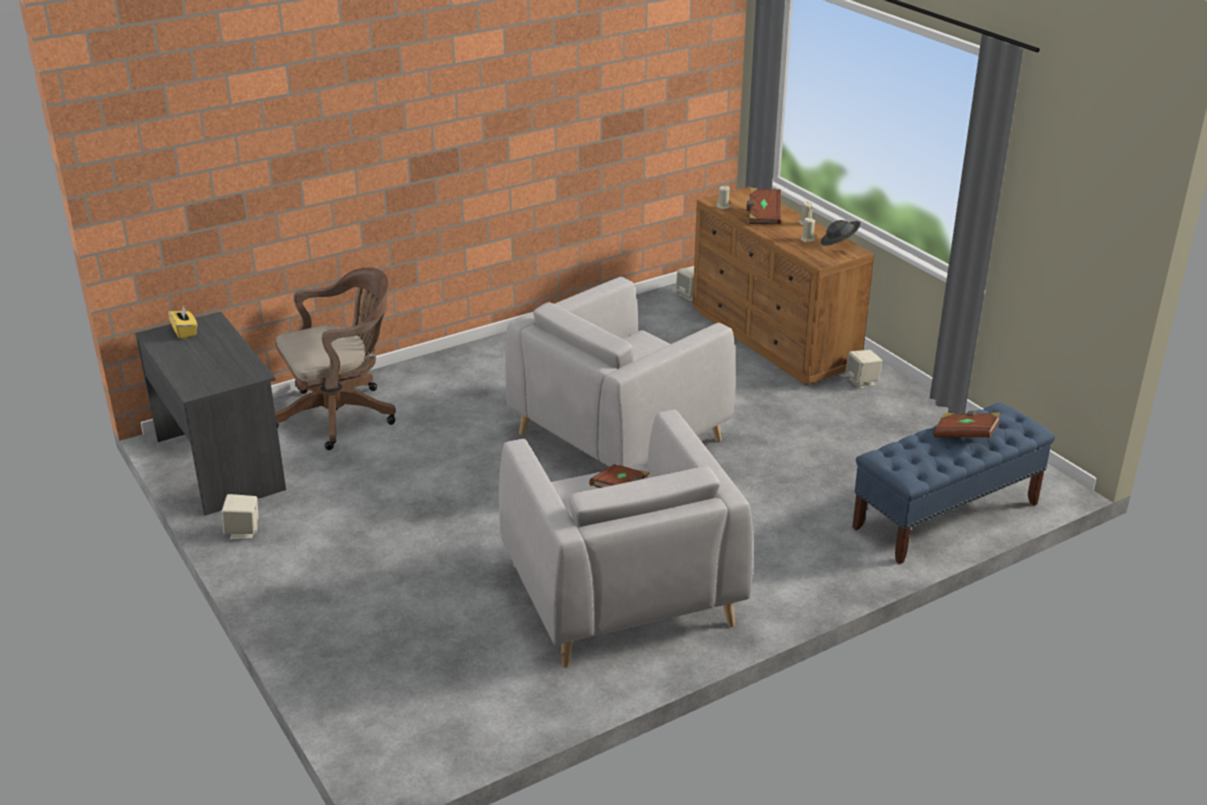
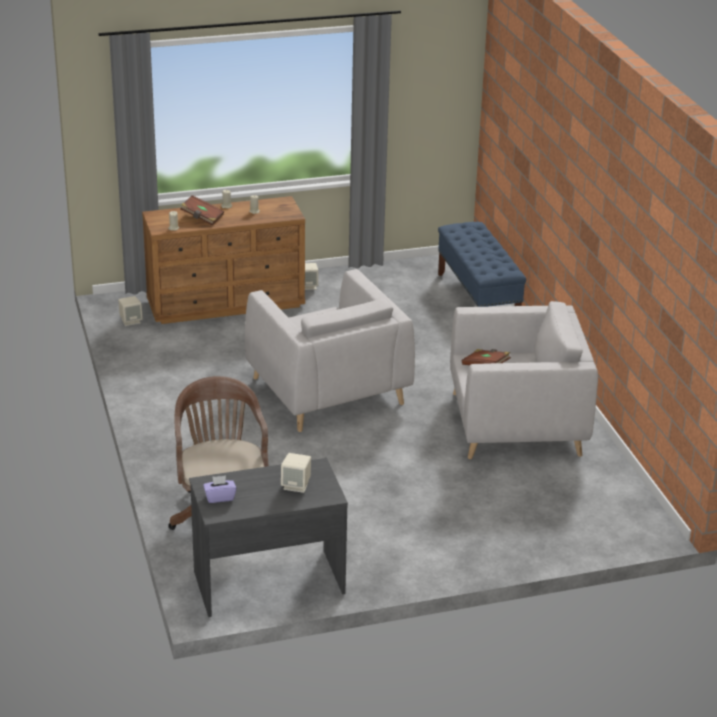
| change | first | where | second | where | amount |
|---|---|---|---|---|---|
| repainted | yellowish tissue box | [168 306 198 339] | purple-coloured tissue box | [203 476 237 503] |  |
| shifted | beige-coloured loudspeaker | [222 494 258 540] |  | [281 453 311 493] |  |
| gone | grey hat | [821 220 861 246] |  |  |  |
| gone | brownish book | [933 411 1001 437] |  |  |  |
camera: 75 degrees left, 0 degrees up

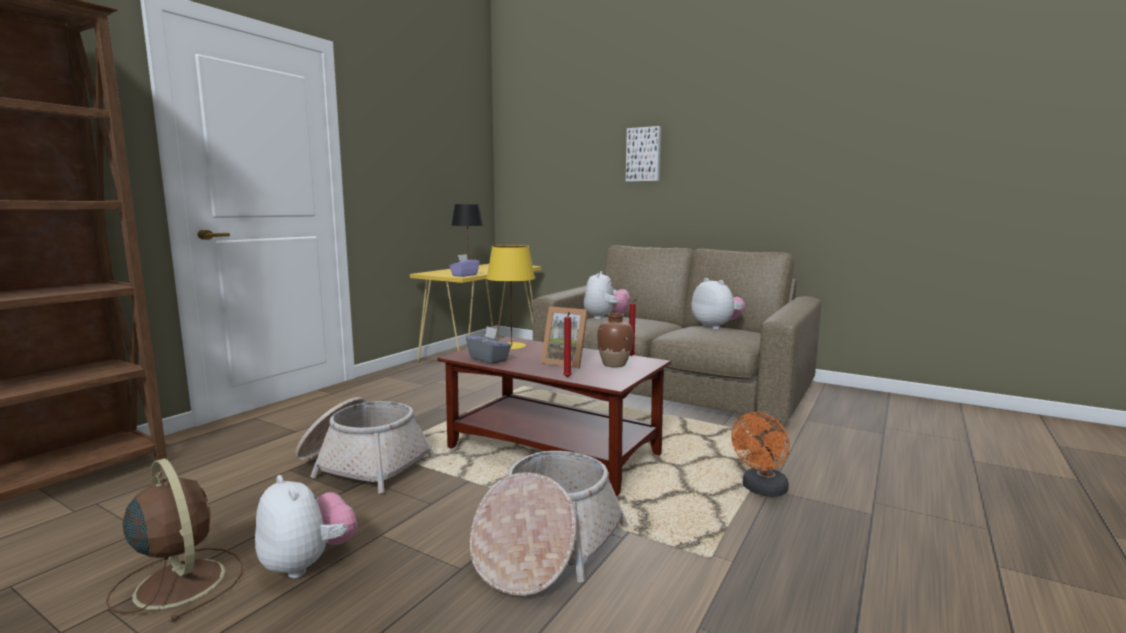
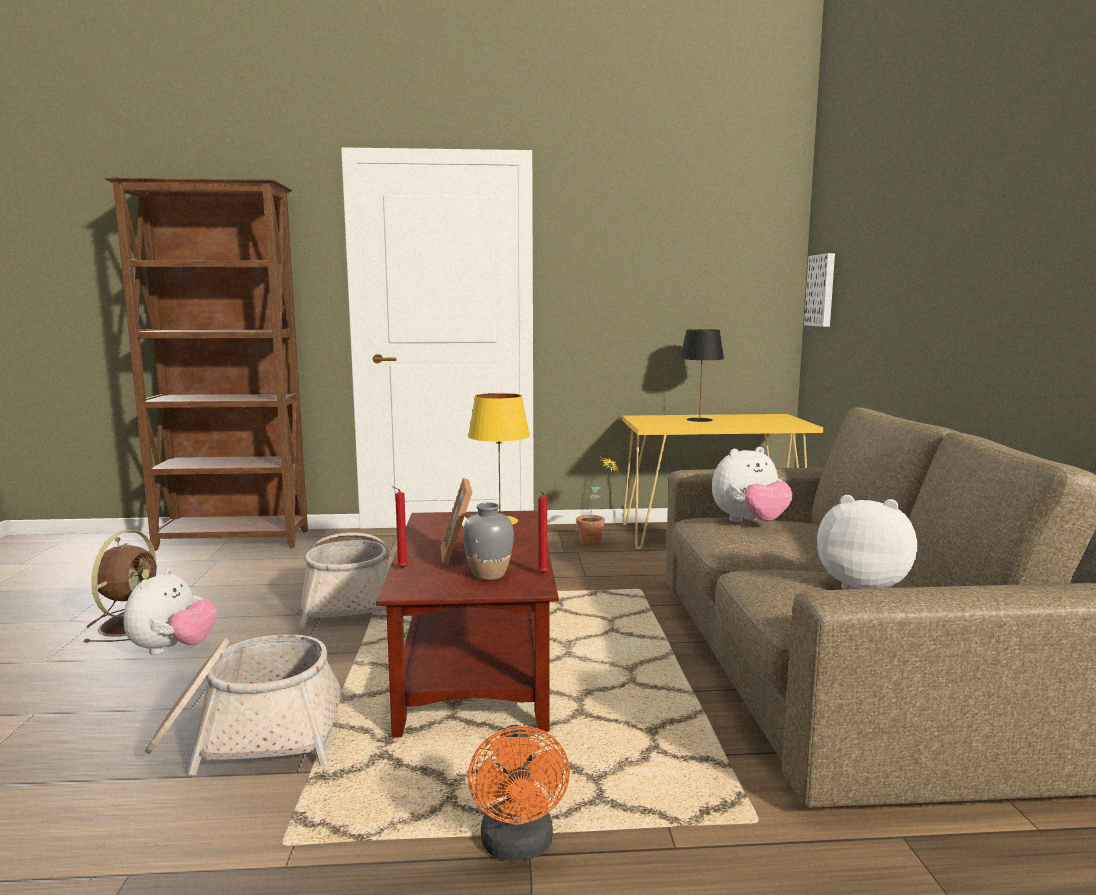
| change | first | where | second | where | amount |
|---|---|---|---|---|---|
| repainted | brownish flower vase | [597 313 633 367] | grey flower vase | [463 503 514 580] |  |
| rotated | orange-coloured fan | [731 412 790 497] |  | [468 724 570 861] | 105 degrees counterclockwise |
| new |  |  | potted plant | [576 457 621 546] |  |
| shifted | wall picture | [626 126 661 182] |  | [804 253 835 327] |  |
| rotated | plush toy | [692 278 745 330] |  | [817 495 917 590] | 90 degrees counterclockwise |
| gone | purple-coloured tissue box | [449 254 479 277] |  |  |  |
| gone | grey tissue box | [466 326 511 364] |  |  |  |
camera: 55 degrees right, 0 degrees up

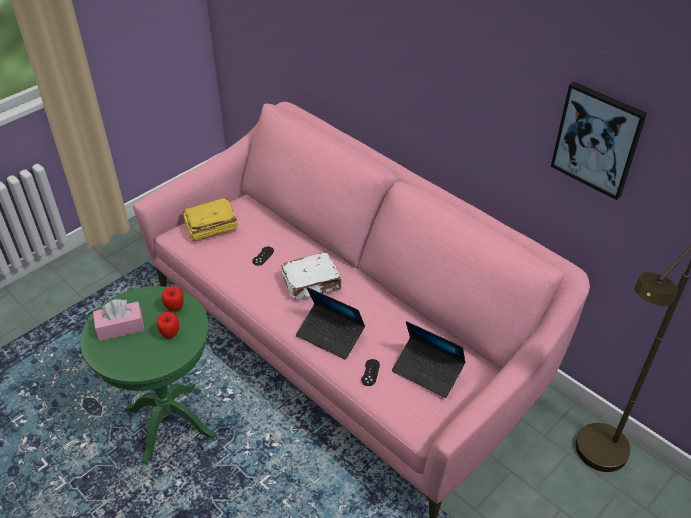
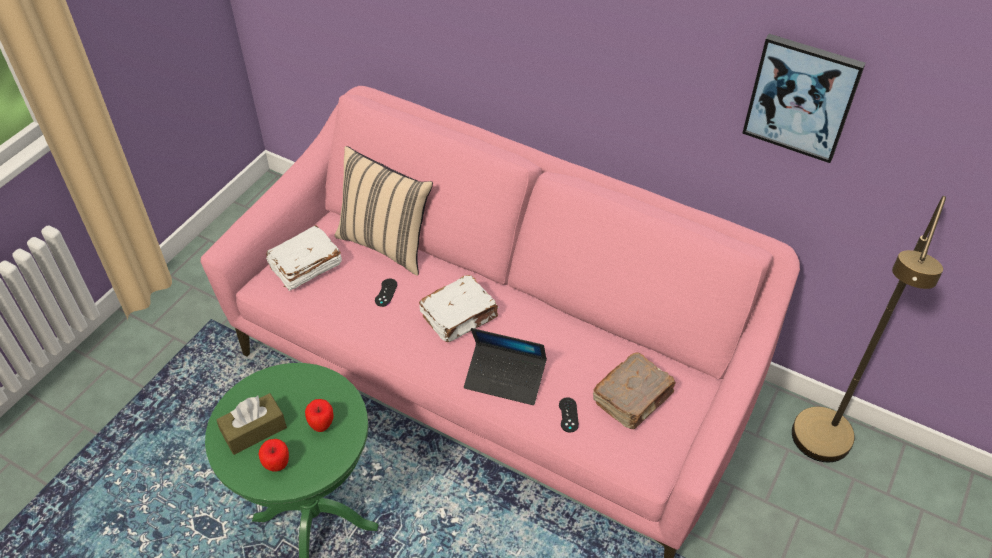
| change | first | where | second | where | amount |
|---|---|---|---|---|---|
| repainted | pinkish tissue box | [93 299 145 341] | brownish tissue box | [216 393 287 455] |  |
| shifted | apple fruit | [162 286 184 312] |  | [258 439 289 471] |  |
| repainted | yellowish book | [183 198 238 242] | white-coloured book | [266 225 342 291] |  |
| new |  |  | beige-coloured throw pillow | [334 146 433 276] |  |
| swapped | portable computer | [392 321 466 398] | brownish book | [593 353 676 429] |  |
camera: 15 degrees left, 5 degrees up

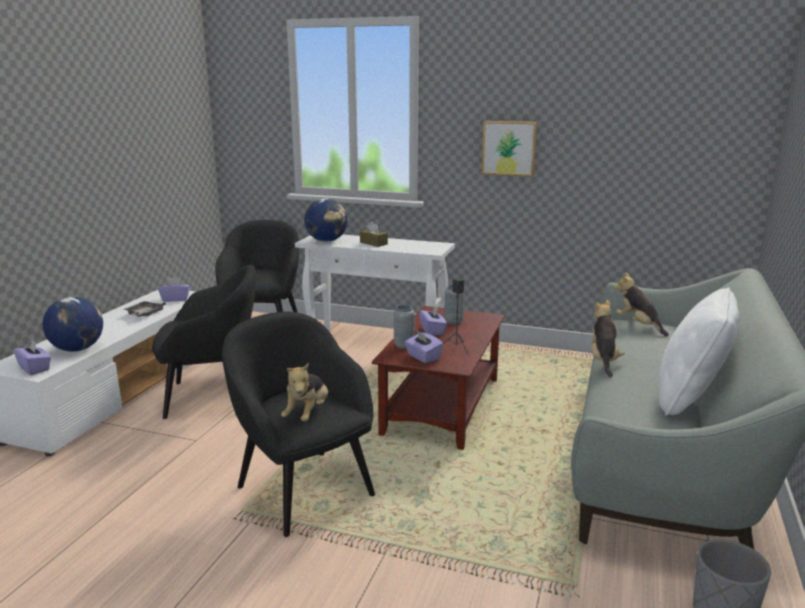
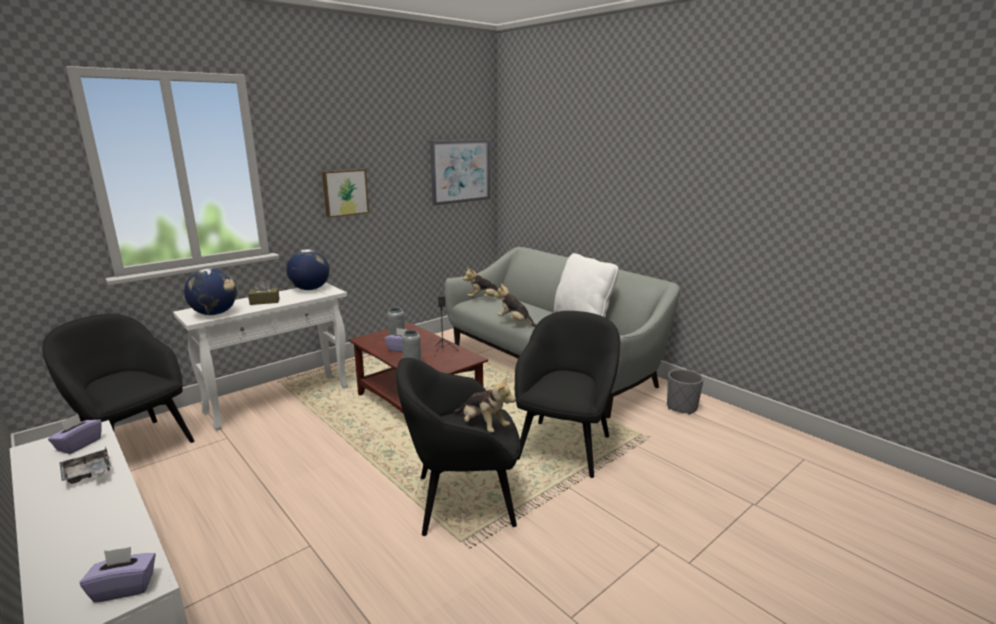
| change | first | where | second | where | amount |
|---|---|---|---|---|---|
| shifted | desk globe | [42 297 103 352] |  | [286 249 330 290] |  |
| new |  |  | wall picture | [430 139 490 206] |  |
| shifted | black-coloured easy chair | [152 265 256 419] |  | [515 311 620 478] |  |
| gone | purple-coloured tissue box | [405 330 443 363] |  |  |  |
camera: 60 degrees left, 0 degrees up

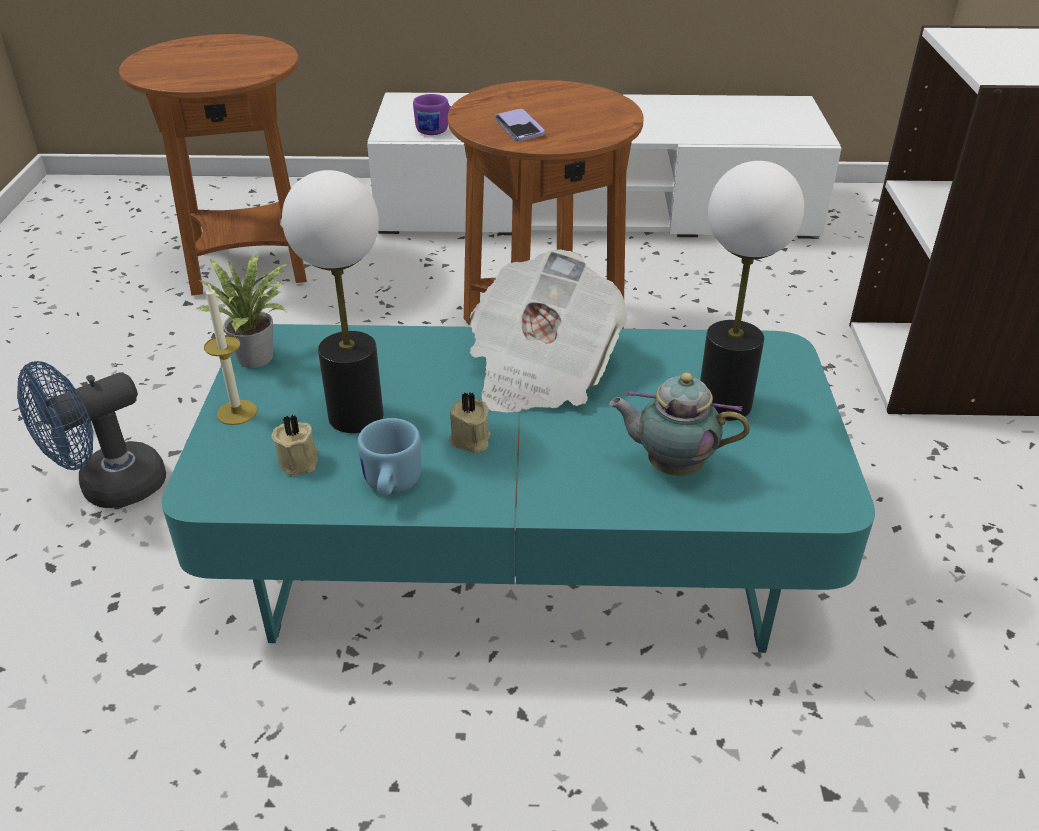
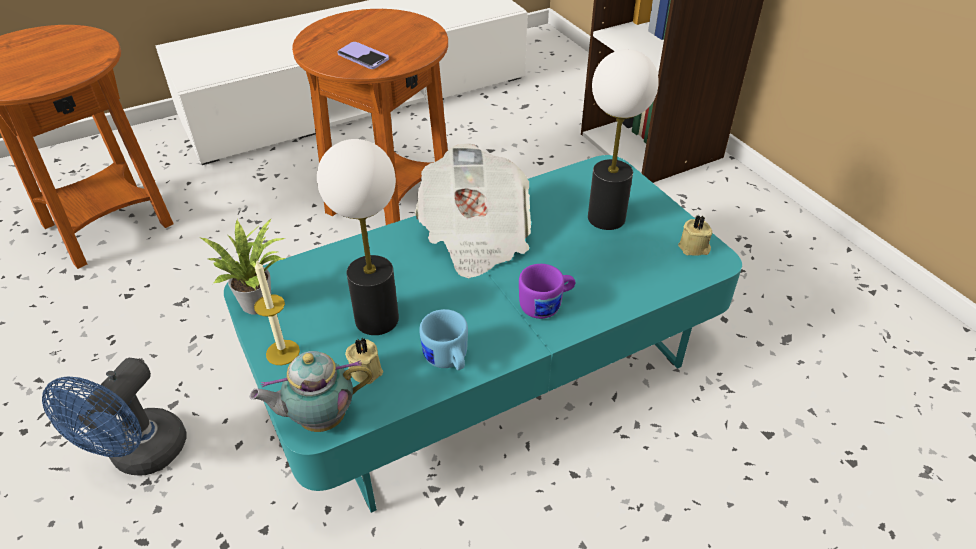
| change | first | where | second | where | amount |
|---|---|---|---|---|---|
| shifted | teapot | [609 373 750 476] |  | [250 351 373 432] |  |
| shifted | purple-coloured tea mug | [413 94 451 135] |  | [519 264 575 319] |  |
| shifted | beige-coloured wax light | [449 392 491 453] |  | [678 215 712 256] |  |
camera: 30 degrees left, 5 degrees up

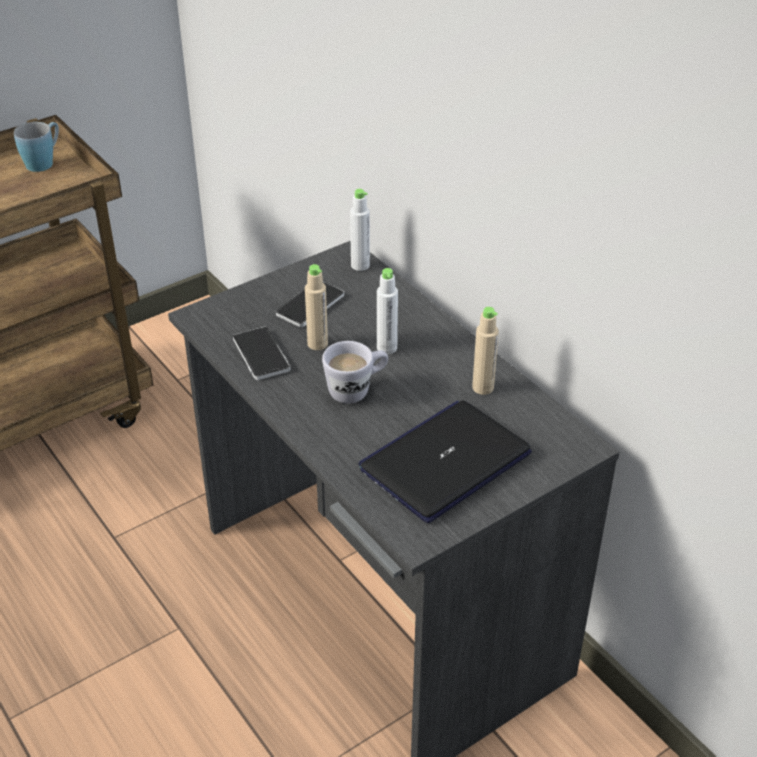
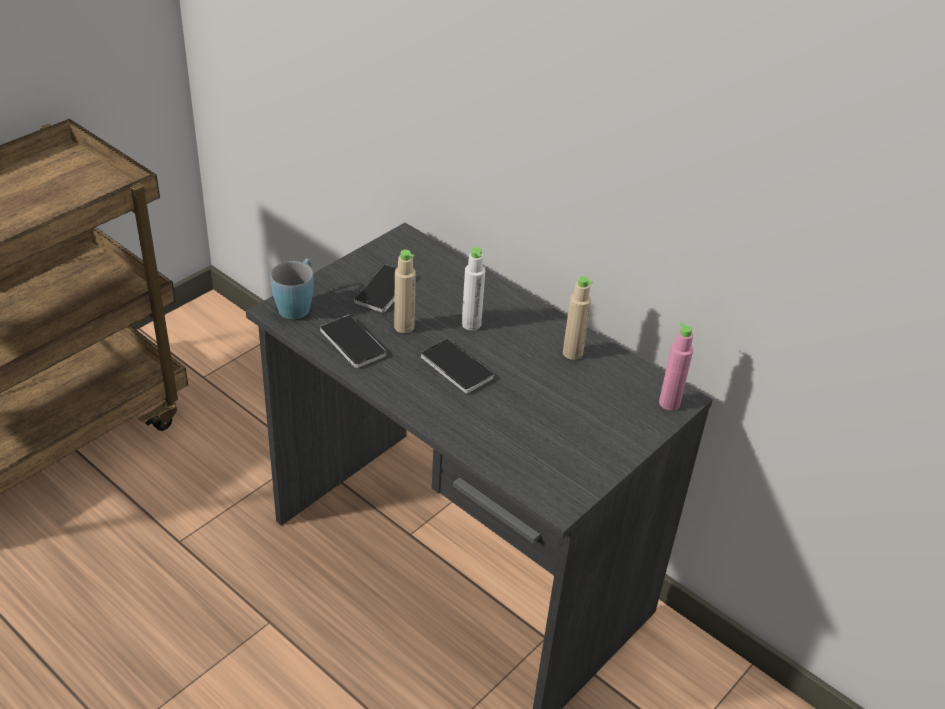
| change | first | where | second | where | amount |
|---|---|---|---|---|---|
| shifted | blue-coloured tea mug | [14 122 59 172] |  | [270 259 314 319] |  |
| swapped | white-coloured tea mug | [322 341 388 404] | handset | [421 339 494 393] |  |
| new |  |  | pinkish drink bottle | [659 323 693 411] |  |
| gone | white-coloured drink bottle | [350 189 370 271] |  |  |  |
| gone | portable computer | [359 400 532 523] |  |  |  |
camera: 15 degrees left, 0 degrees up

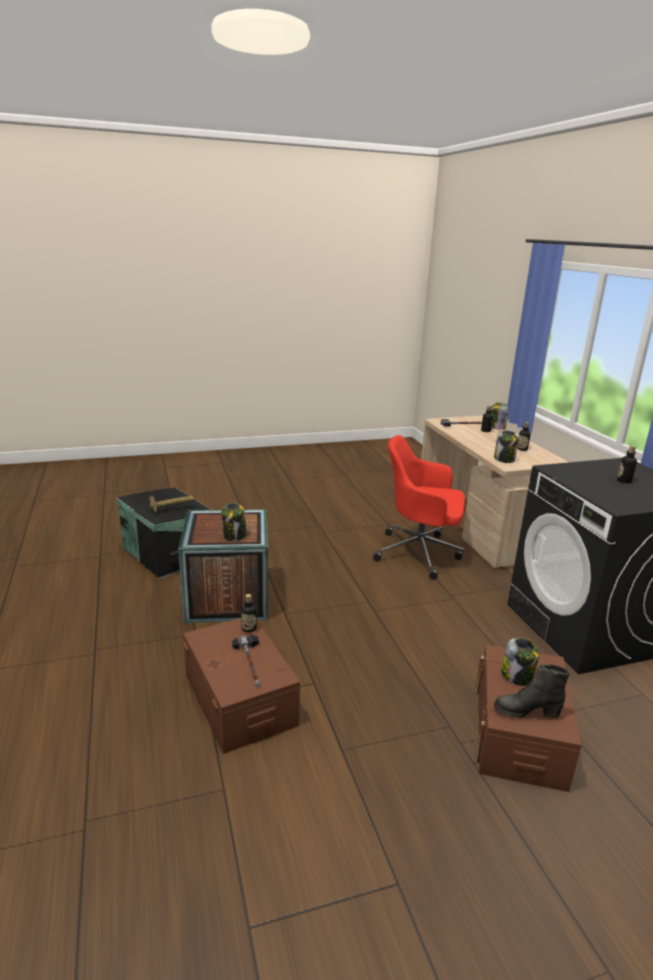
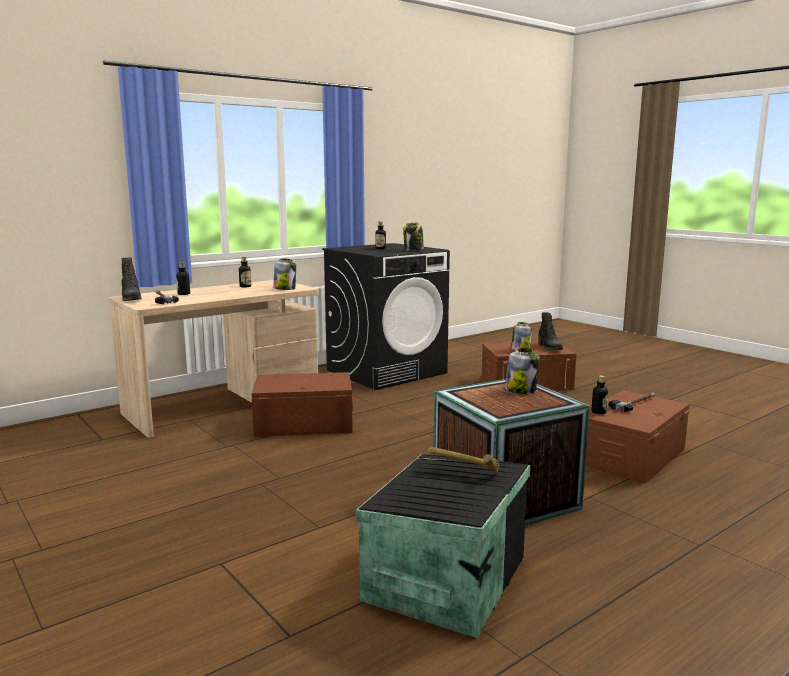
| change | first | where | second | where | amount |
|---|---|---|---|---|---|
| new |  |  | black-coloured high-top boot | [121 257 142 301] |  |
| swapped | reddish desk chair | [373 435 465 580] | brownish storage bin | [251 372 353 437] |  |
| shifted | jar | [491 403 509 430] |  | [403 222 424 251] |  |
camera: 110 degrees left, 10 degrees down

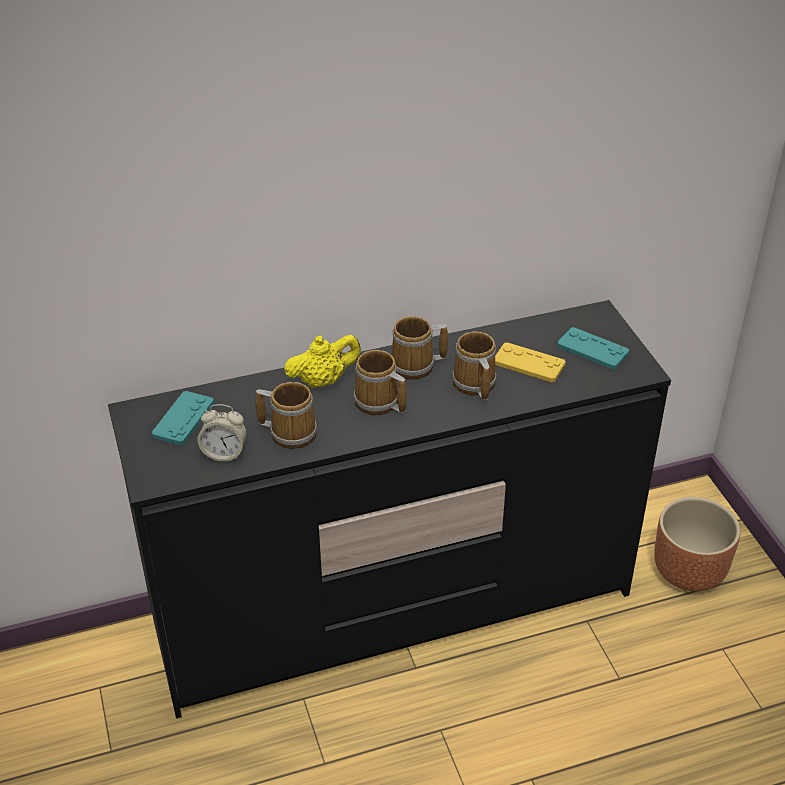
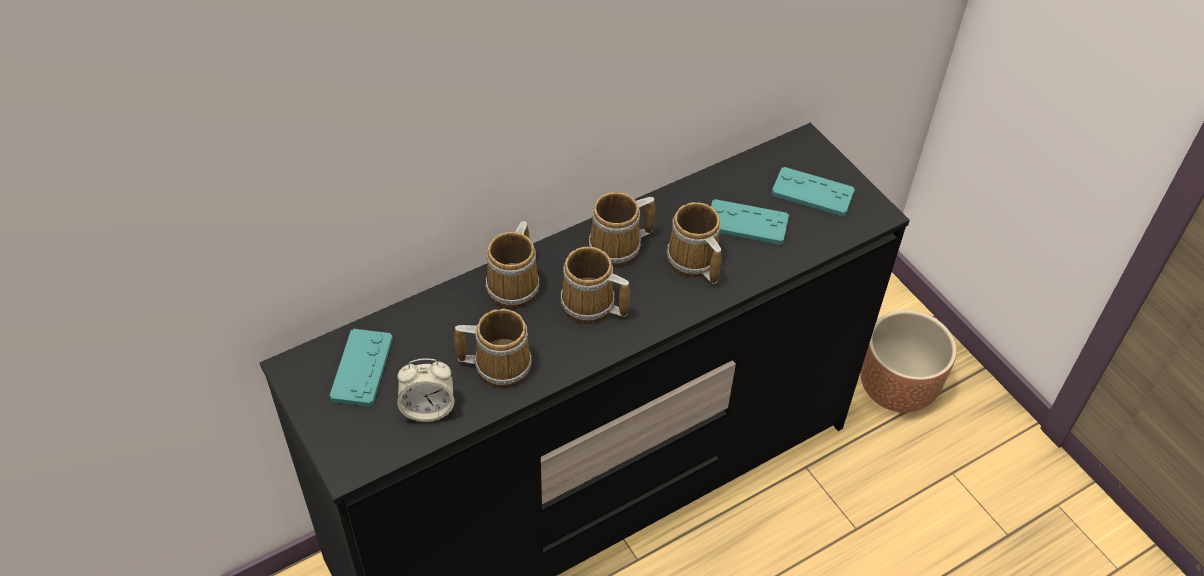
| change | first | where | second | where | amount |
|---|---|---|---|---|---|
| swapped | yellowish teapot | [284 335 361 388] | tea mug | [486 221 539 309] |  |
| repainted | yellowish joypad | [495 342 566 382] | blue-green joypad | [711 199 789 245] |  |
camera: 15 degrees left, 10 degrees up

